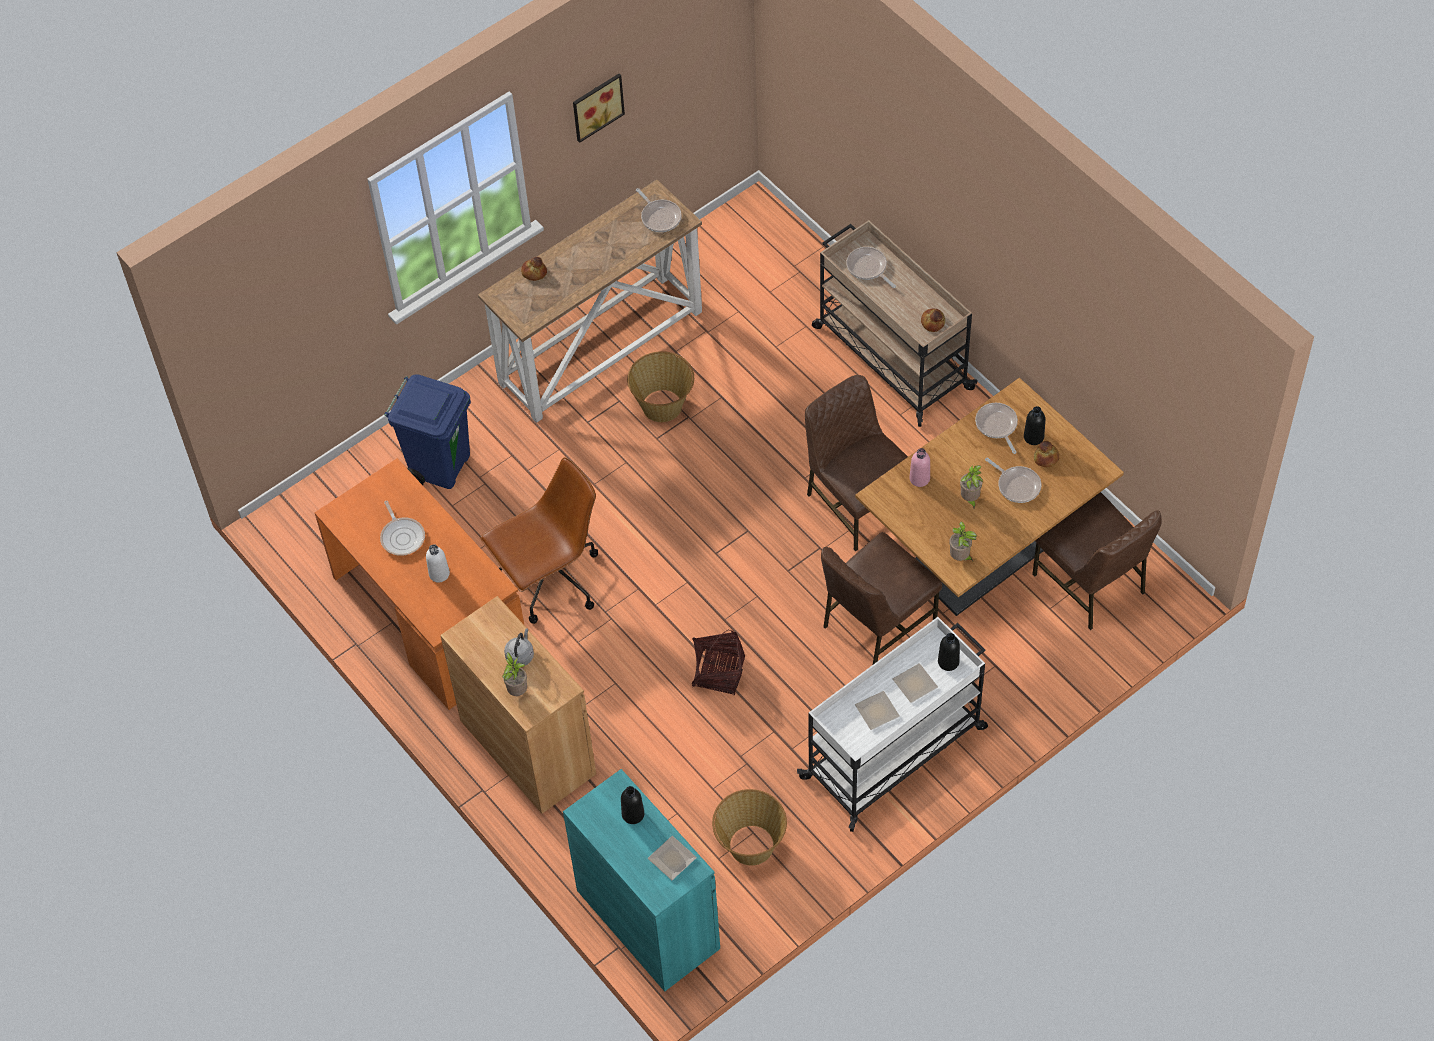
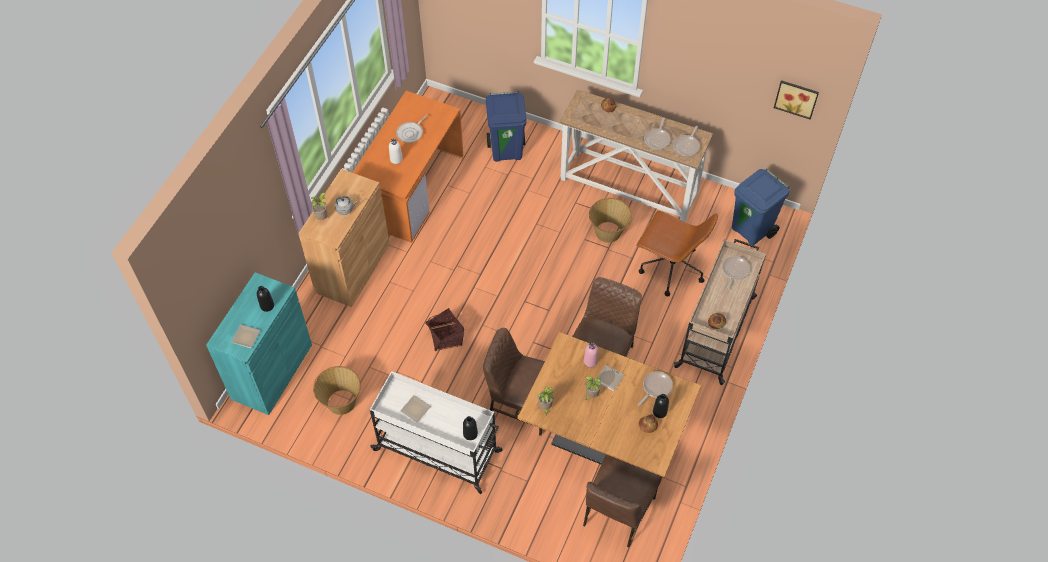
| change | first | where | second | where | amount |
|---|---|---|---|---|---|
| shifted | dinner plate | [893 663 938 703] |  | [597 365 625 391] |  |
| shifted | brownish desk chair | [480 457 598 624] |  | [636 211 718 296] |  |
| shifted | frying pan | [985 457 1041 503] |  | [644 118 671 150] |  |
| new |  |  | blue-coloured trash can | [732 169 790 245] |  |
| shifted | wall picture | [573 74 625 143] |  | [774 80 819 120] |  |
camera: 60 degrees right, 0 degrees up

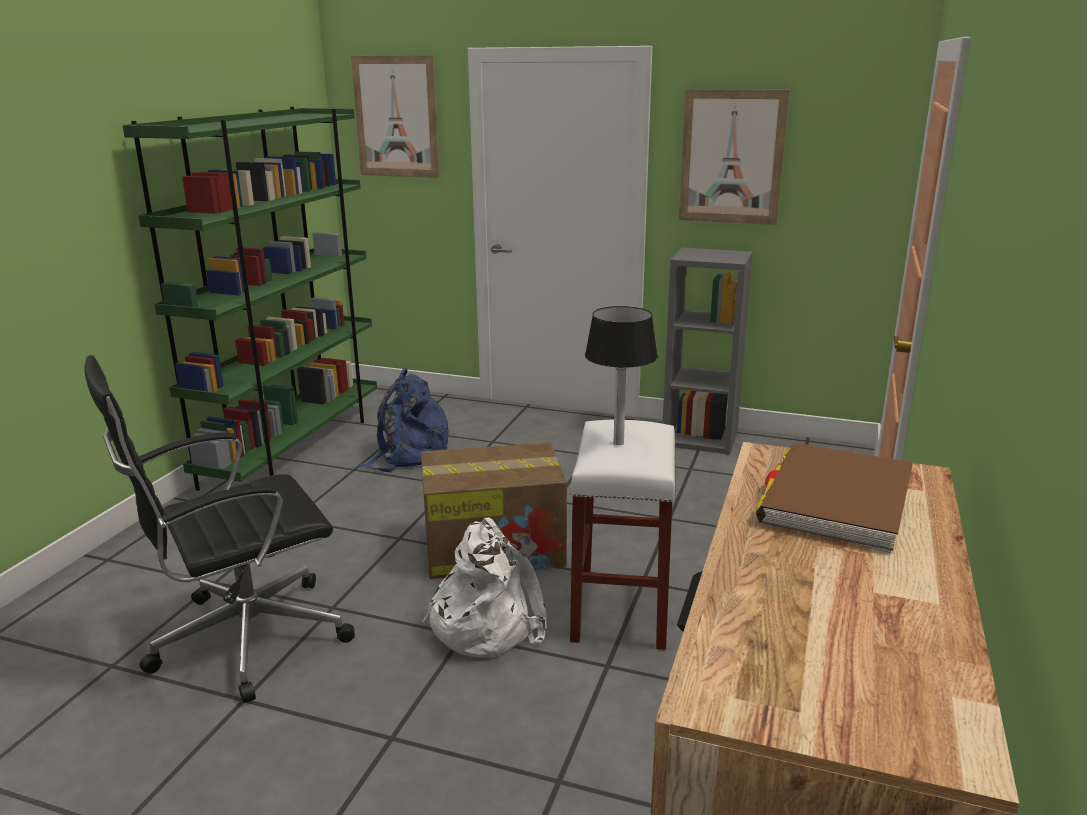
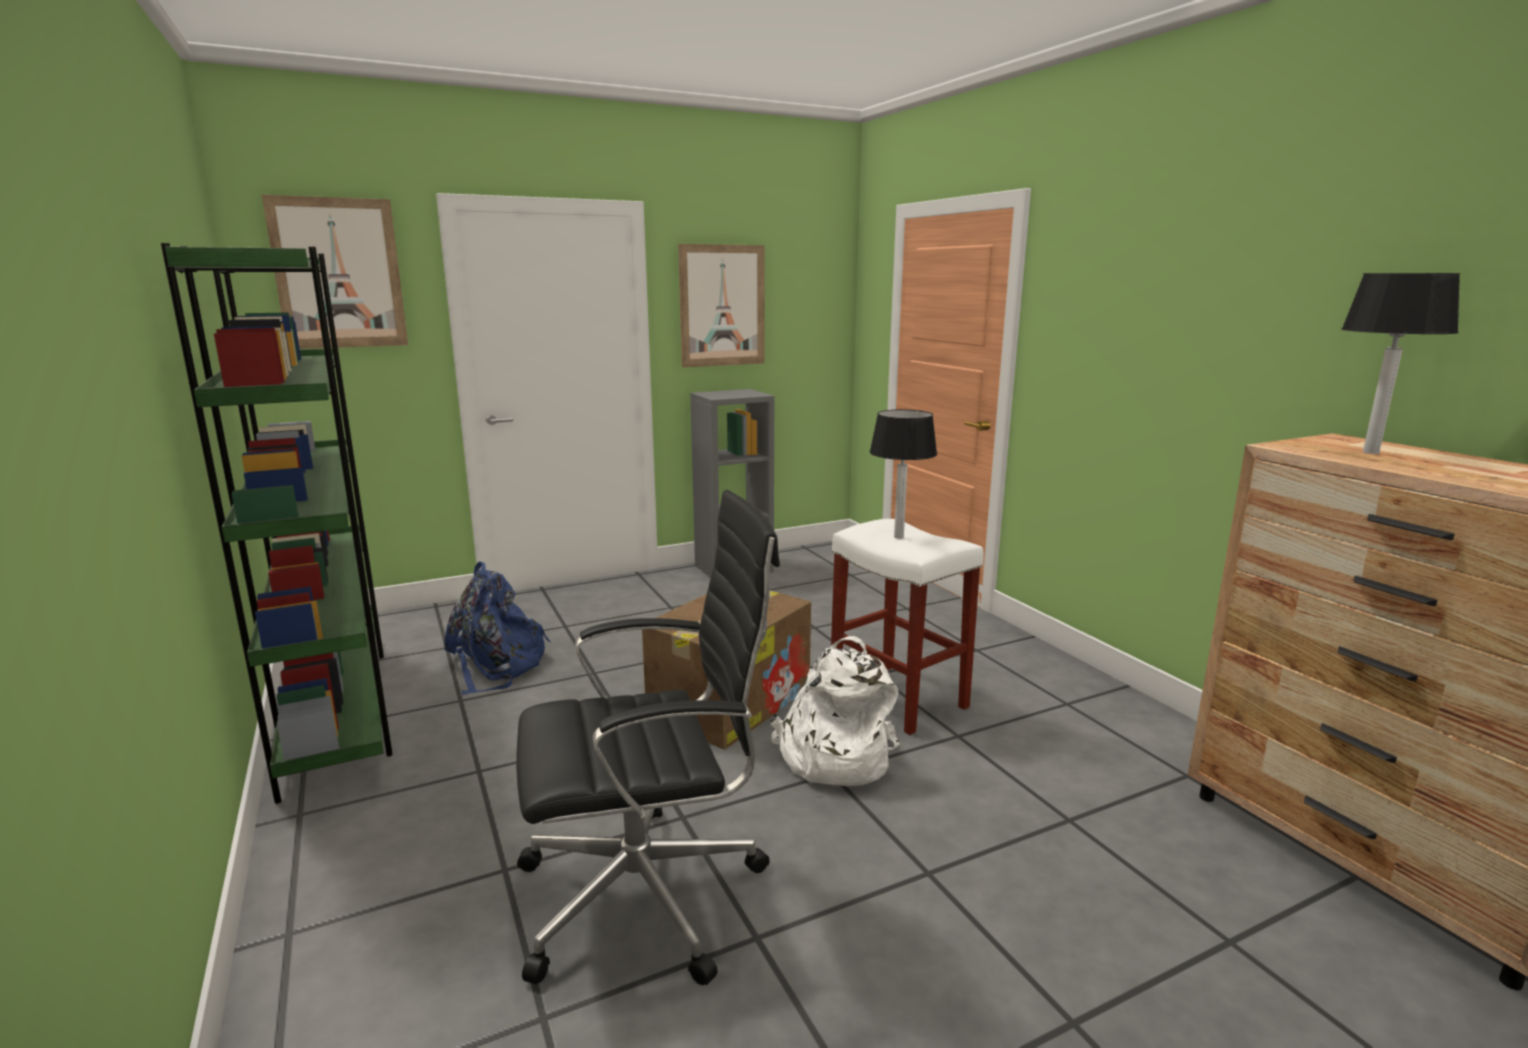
| change | first | where | second | where | amount |
|---|---|---|---|---|---|
| rotated | black-coloured desk chair | [84 355 355 703] |  | [516 490 780 985] | 120 degrees counterclockwise |
| swapped | brownish book | [755 443 913 553] | tabletop lamp | [1341 273 1460 454] |  |
camera: 45 degrees left, 5 degrees down

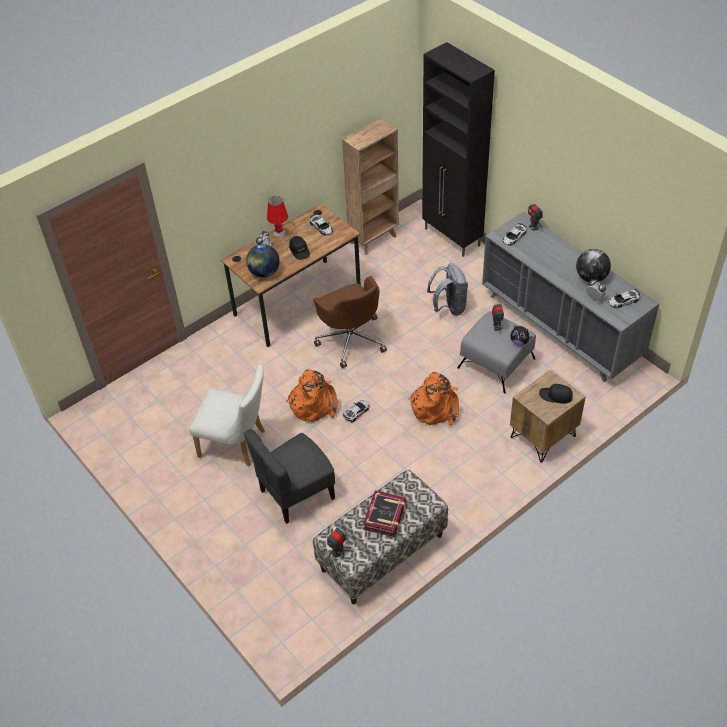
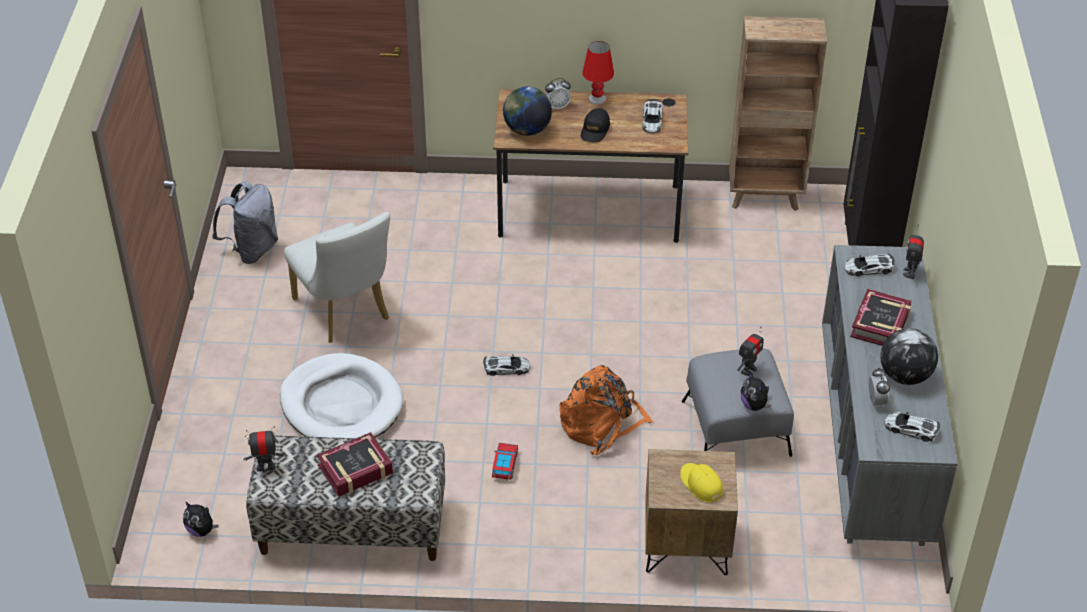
| change | first | where | second | where | amount |
|---|---|---|---|---|---|
| new |  |  | plush toy | [183 502 218 537] |  |
| shifted | grey backpack | [427 263 468 316] |  | [212 181 278 264] |  |
| swapped | grey upright chair | [244 429 335 524] | white-coloured dog bed | [280 353 403 438] |  |
| new |  |  | model car | [492 443 518 481] |  |
| repainted | black-coloured baseball cap | [539 384 573 404] | yellowish baseball cap | [680 463 723 502] |  |
| new |  |  | book | [850 289 911 346] |  |
| gone | orange-coloured backpack | [286 369 338 422] |  |  |  |
| gone | brownish desk chair | [313 276 387 368] |  |  |  |
camera: 40 degrees right, 5 degrees down

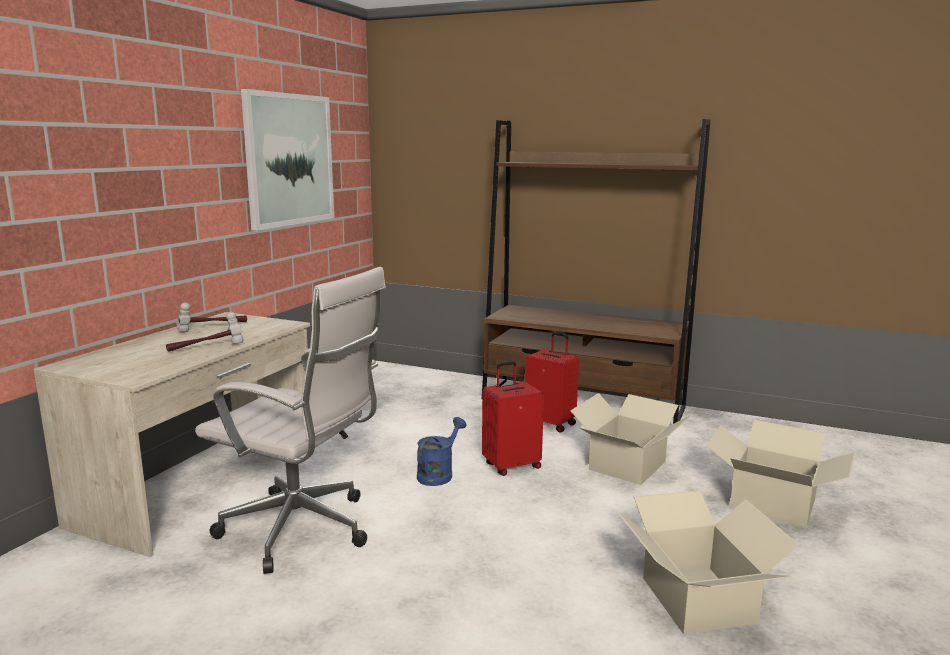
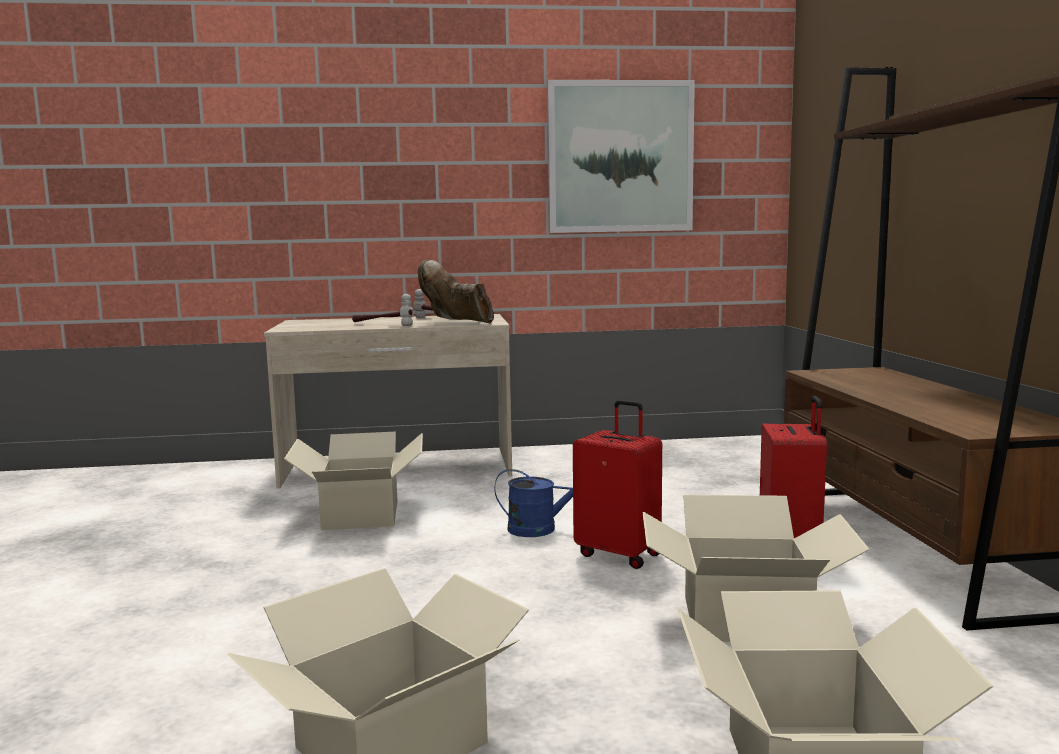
| change | first | where | second | where | amount |
|---|---|---|---|---|---|
| swapped | white-coloured desk chair | [195 267 386 574] | cardboard box | [284 432 423 530] |  |
| new |  |  | brownish high-top boot | [418 260 494 323] |  |
camera: 60 degrees right, 5 degrees down

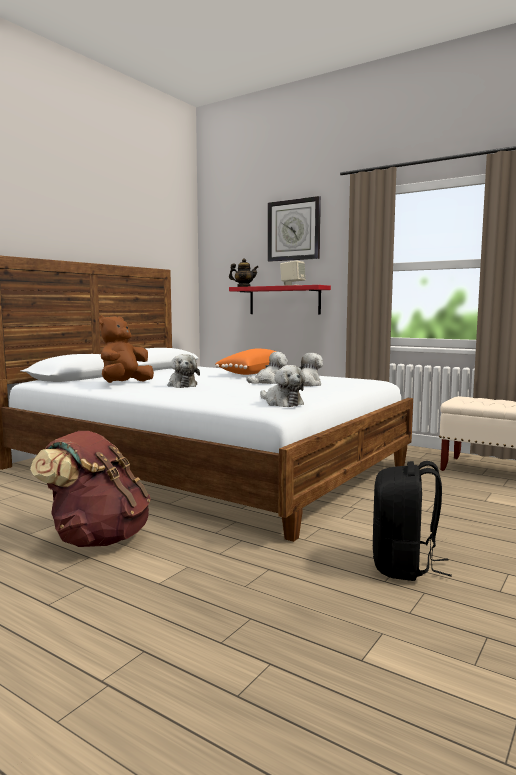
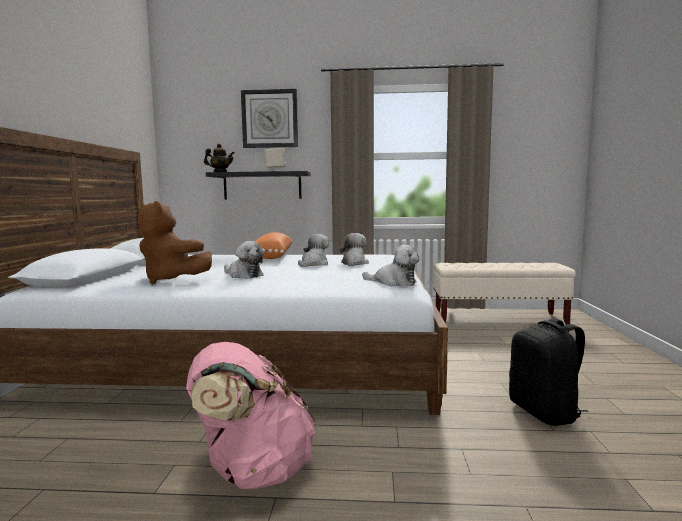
| change | first | where | second | where | amount |
|---|---|---|---|---|---|
| rotated | brownish plush toy | [99 315 154 383] |  | [138 201 212 285] | 60 degrees counterclockwise |
| repainted | brownish backpack | [30 431 151 547] | pinkish backpack | [186 342 316 489] |  |
| repainted | reddish wall shelf | [229 285 331 315] | black-coloured wall shelf | [206 171 311 200] |  |
camera: 30 degrees left, 0 degrees up

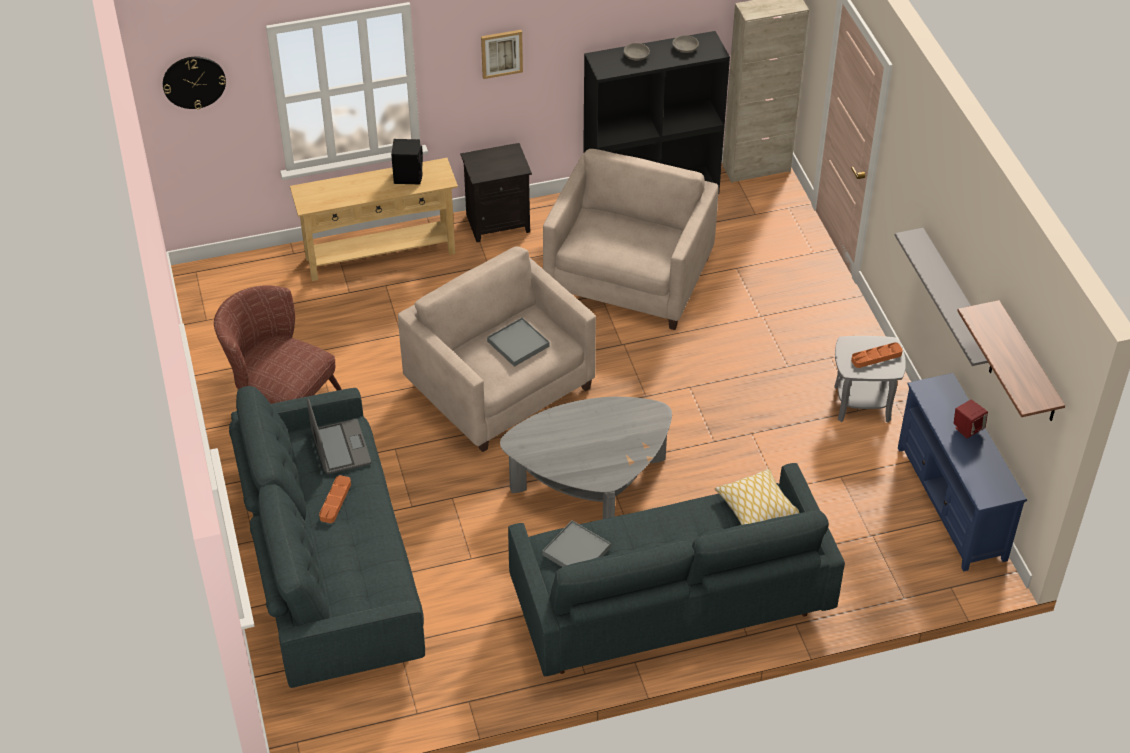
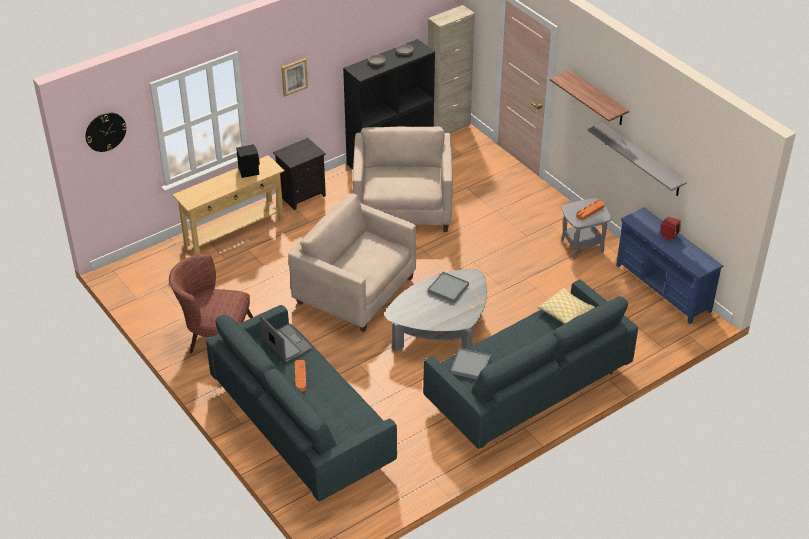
| change | first | where | second | where | amount |
|---|---|---|---|---|---|
| shifted | grey serving tray | [487 318 549 367] |  | [428 272 469 303] |  |
| shifted | wall shelf | [957 300 1065 421] |  | [550 70 629 125] |  |
camera: 20 degrees left, 5 degrees down

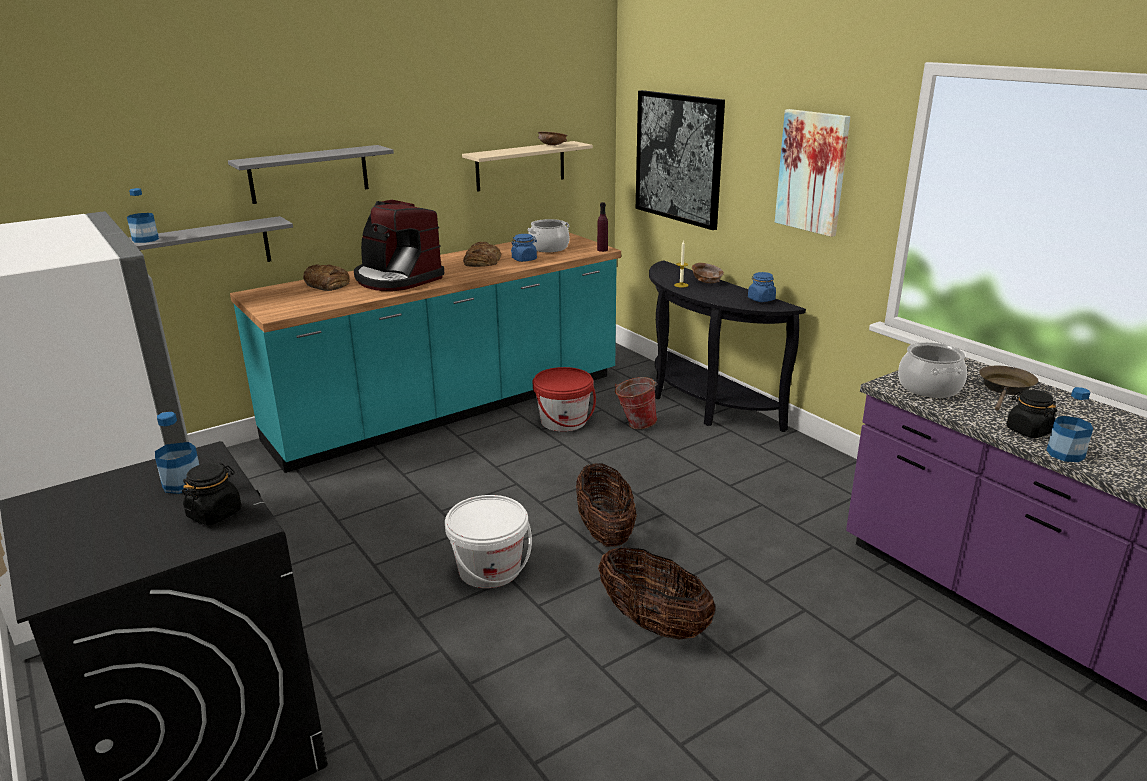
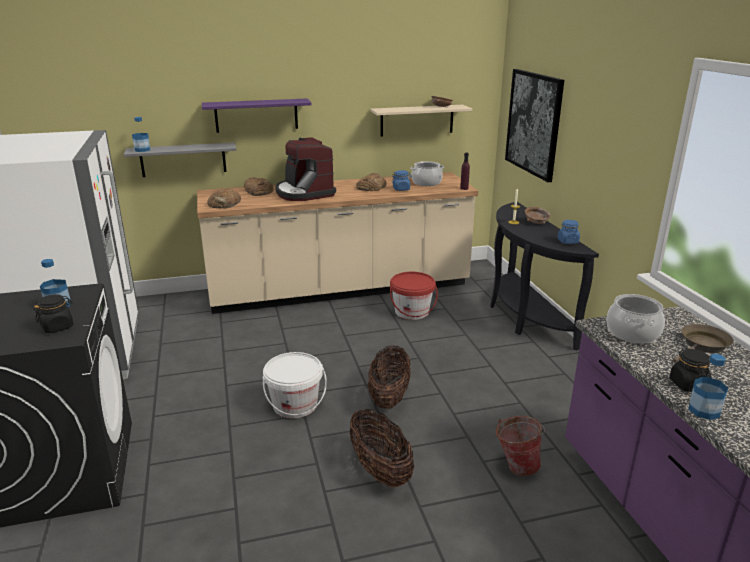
| change | first | where | second | where | amount |
|---|---|---|---|---|---|
| repainted | blue-green counter | [230 233 621 473] | beige-coloured counter | [197 172 478 314] |  |
| repainted | grey wall shelf | [228 145 394 204] | purple-coloured wall shelf | [202 99 312 133] |  |
| new |  |  | bread | [207 188 241 209] |  |
| shifted | pail | [615 377 658 429] |  | [496 416 545 476] |  |
| gone | wall picture | [775 109 850 237] |  |  |  |
camera: 20 degrees right, 0 degrees up

